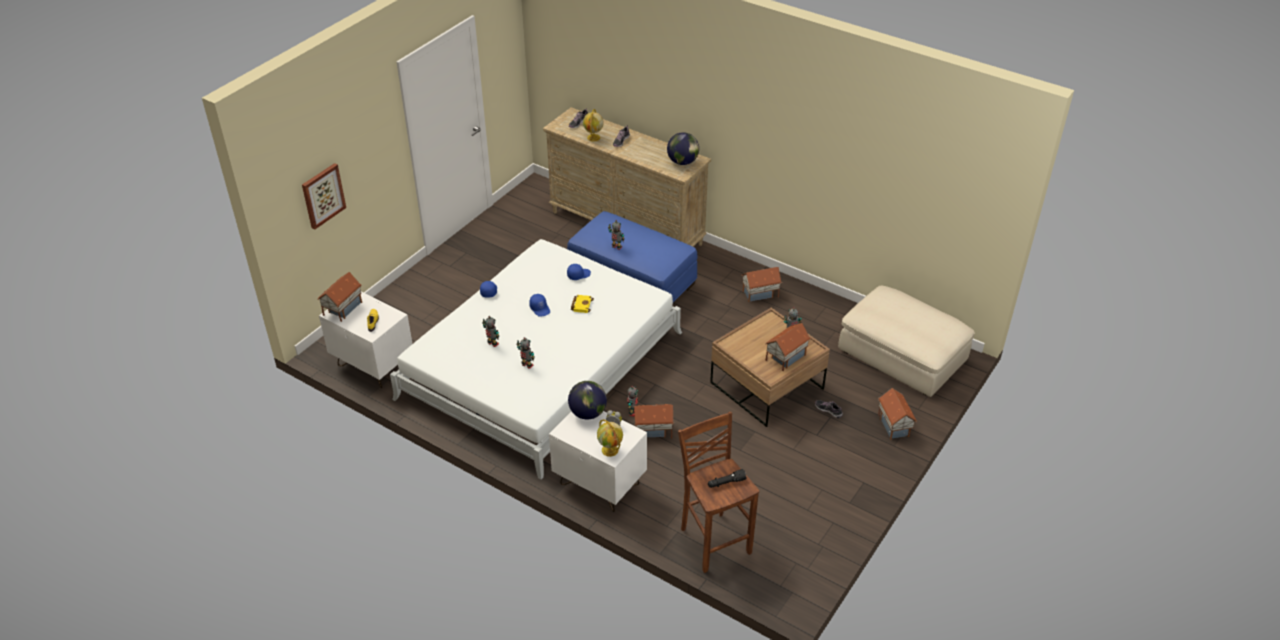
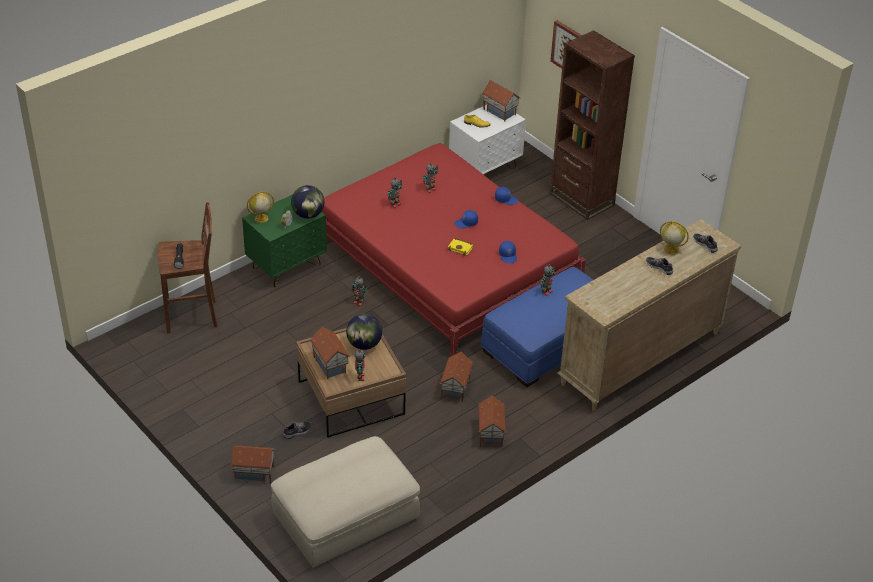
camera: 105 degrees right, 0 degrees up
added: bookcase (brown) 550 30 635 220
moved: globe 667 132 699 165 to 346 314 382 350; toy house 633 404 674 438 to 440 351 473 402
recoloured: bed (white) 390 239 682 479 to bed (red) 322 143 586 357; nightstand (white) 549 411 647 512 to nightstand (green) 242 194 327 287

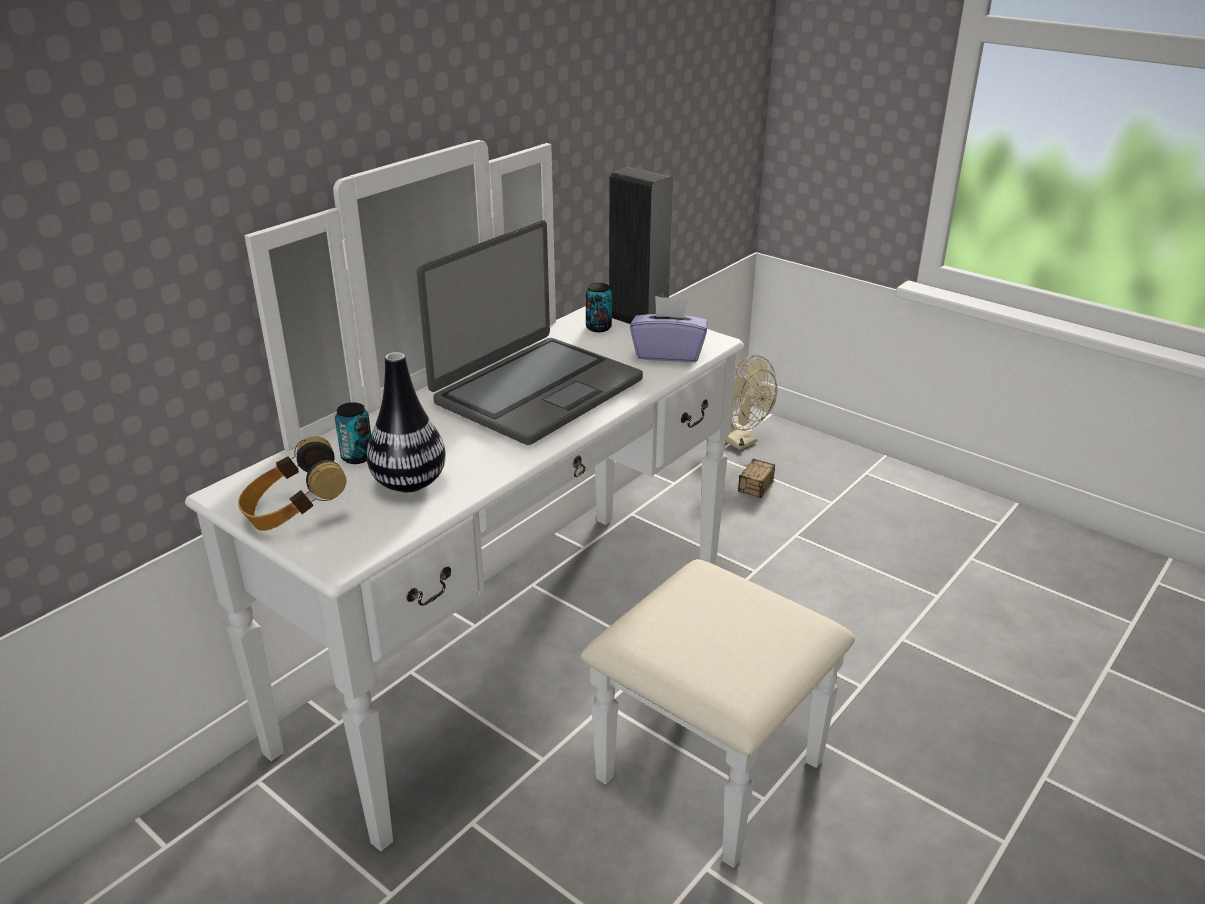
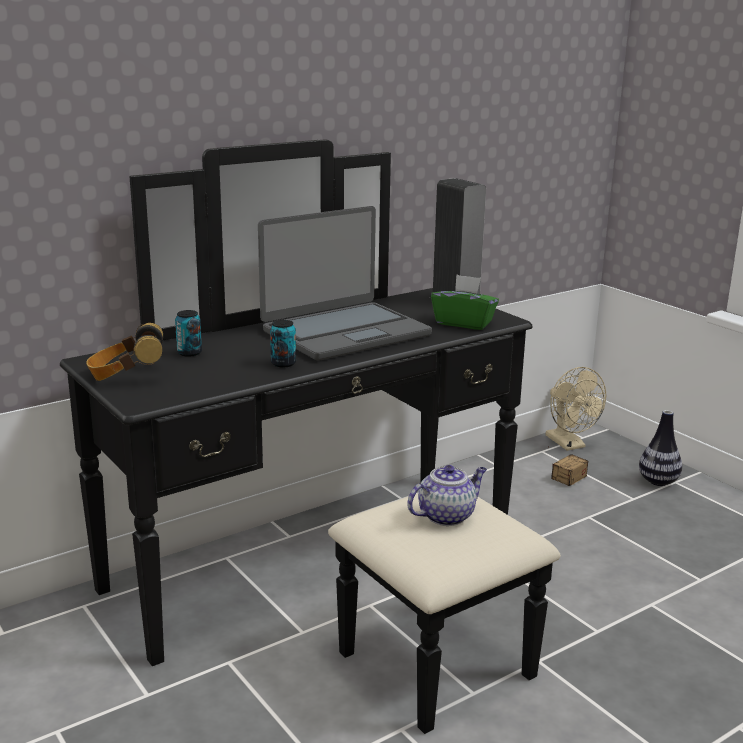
camera: 15 degrees right, 10 degrees down
added: teapot 407 465 487 526
moved: can 586 283 612 332 to 270 320 296 367; vase 367 352 446 492 to 639 410 682 486
recoloured: dresser (white) 185 140 855 868 to dresser (black) 60 139 561 734; tissue box (purple) 630 296 707 362 to tissue box (green) 431 274 499 330

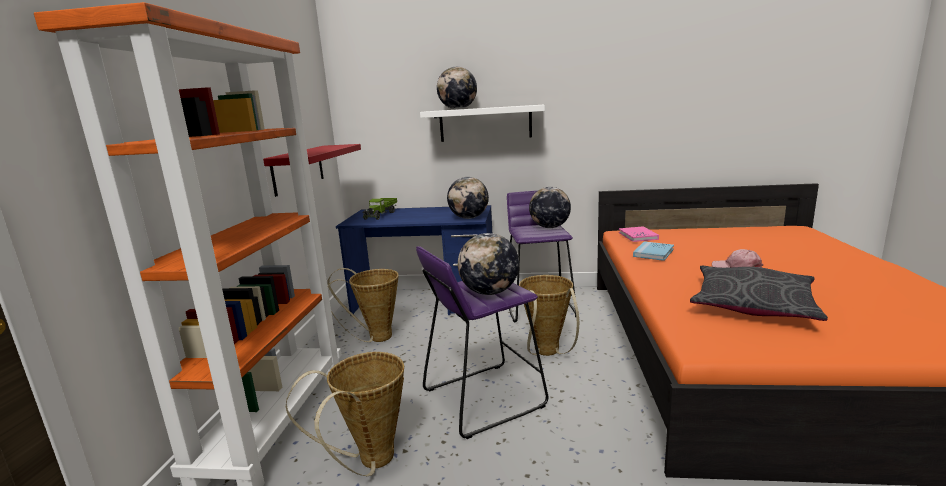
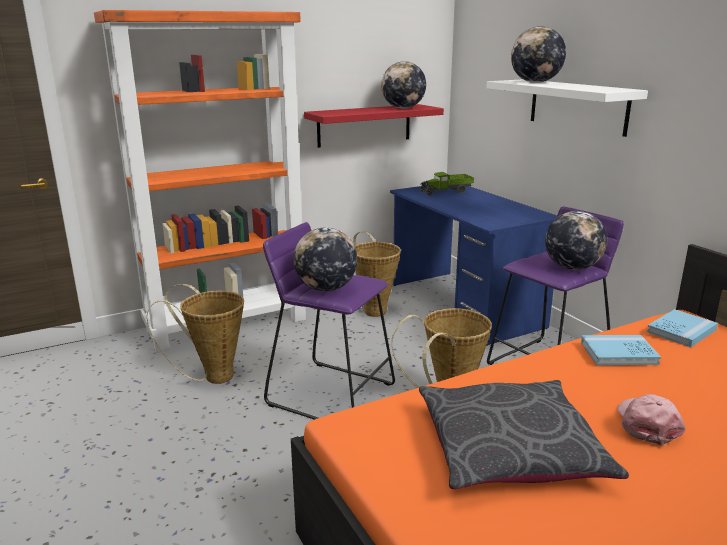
camera: 55 degrees right, 5 degrees up
moved: globe 447 177 489 219 to 381 61 426 109
recoloured: book (pink) 619 226 659 242 to book (blue) 647 309 718 347

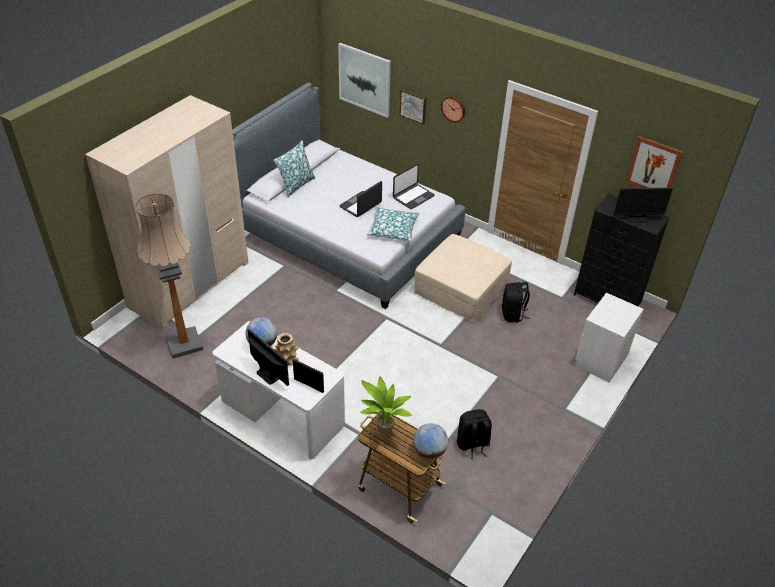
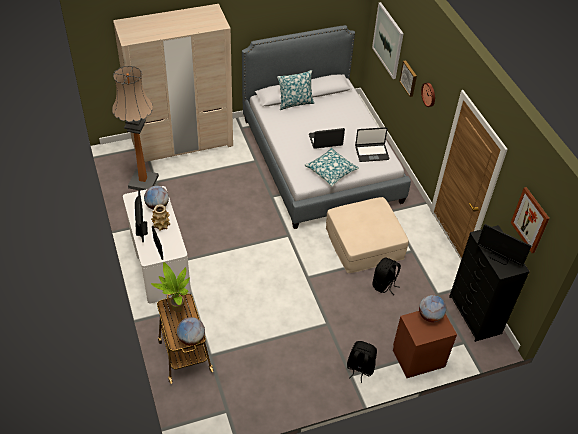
camera: 35 degrees right, 5 degrees up
added: globe 419 295 446 322
moved: backpack (black) 457 409 492 460 to 347 341 377 383
recoloured: nightstand (white) 575 293 643 383 to nightstand (brown) 393 311 457 378

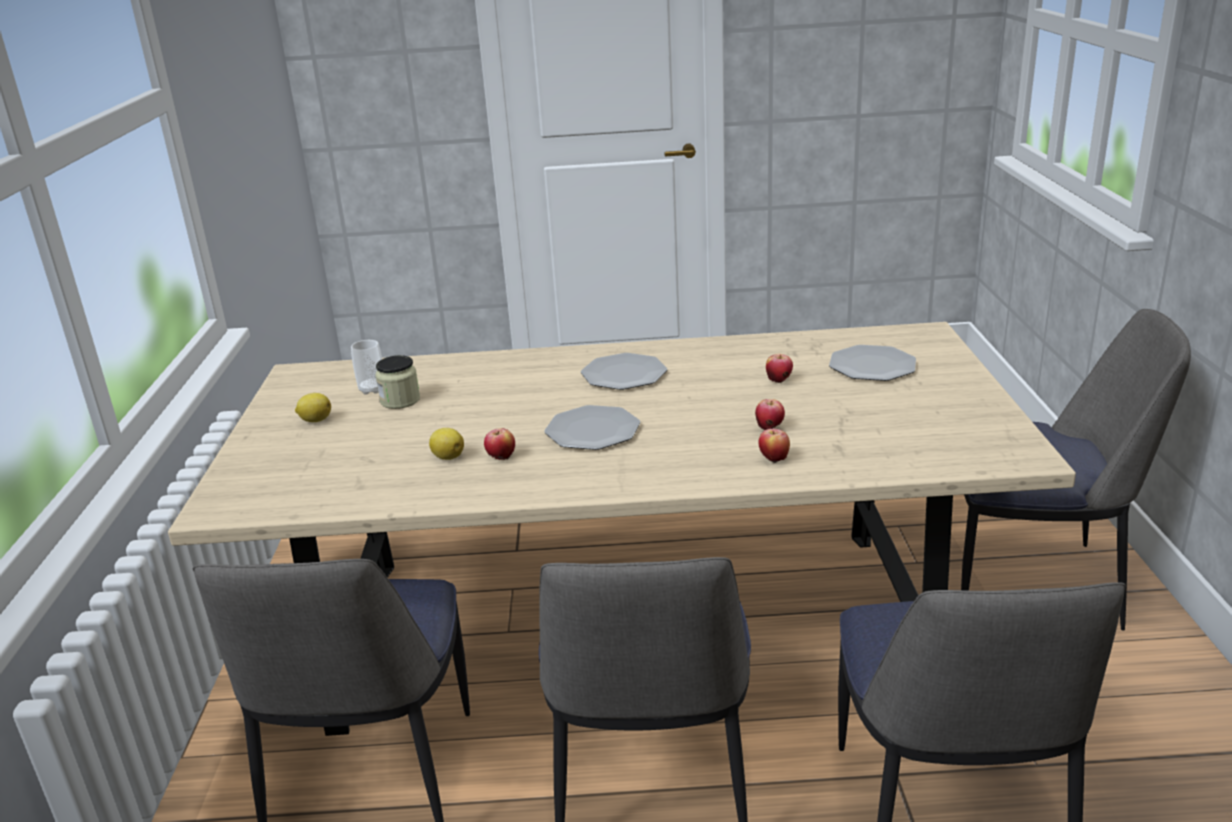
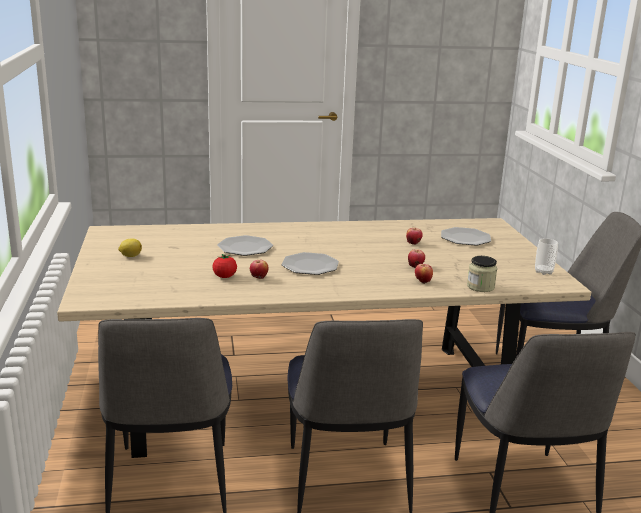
camera: 10 degrees left, 5 degrees down
moved: cup 351 340 382 395 to 535 238 558 275; plate 581 353 667 390 to 217 235 273 256; jar 375 355 420 409 to 467 256 497 292
replaced: lemon 429 428 464 460 to tomato 212 254 237 278

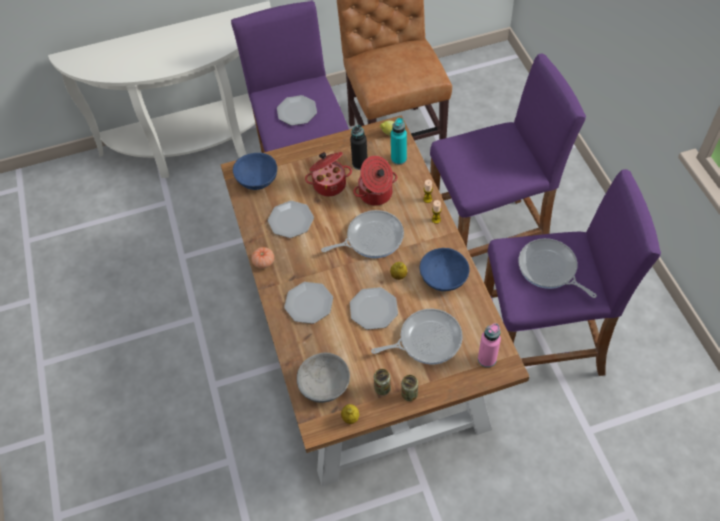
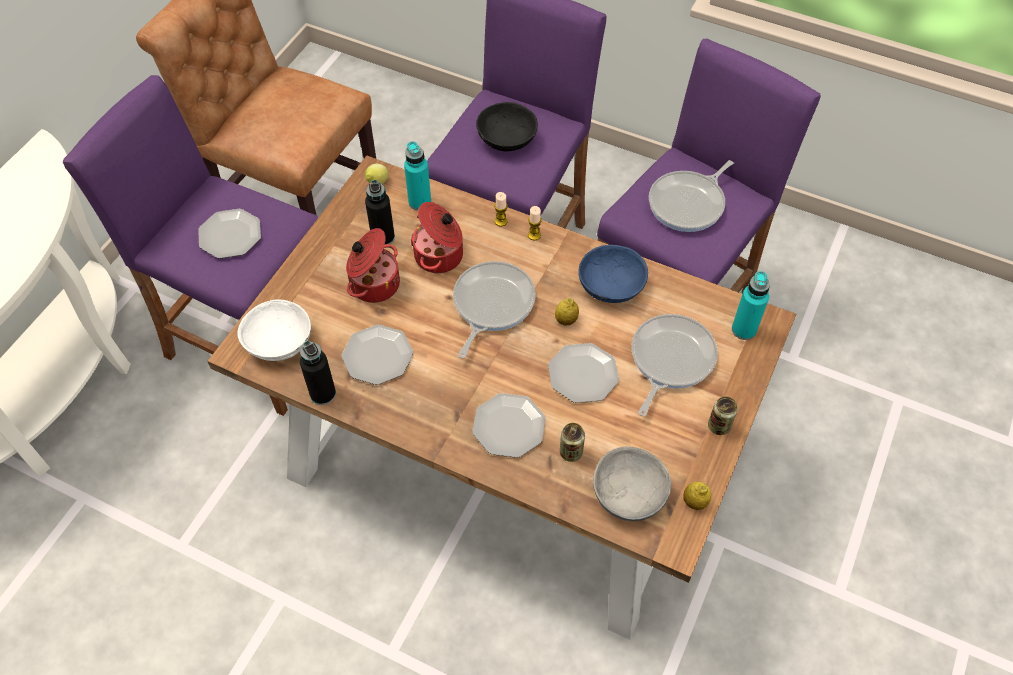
camera: 50 degrees left, 0 degrees up
removed: tomato 251 247 274 269
added: bowl (black) 476 102 538 151; bottle (black) 300 341 336 405
moved: can 374 369 391 395 to 560 423 585 462
recoloured: bowl (blue) 233 153 277 190 to bowl (white) 237 299 311 361; bottle (pink) 478 323 501 368 to bottle (turquoise) 732 271 770 340
turned: frying pan 518 238 597 298 = 649 160 734 232 45 degrees counterclockwise

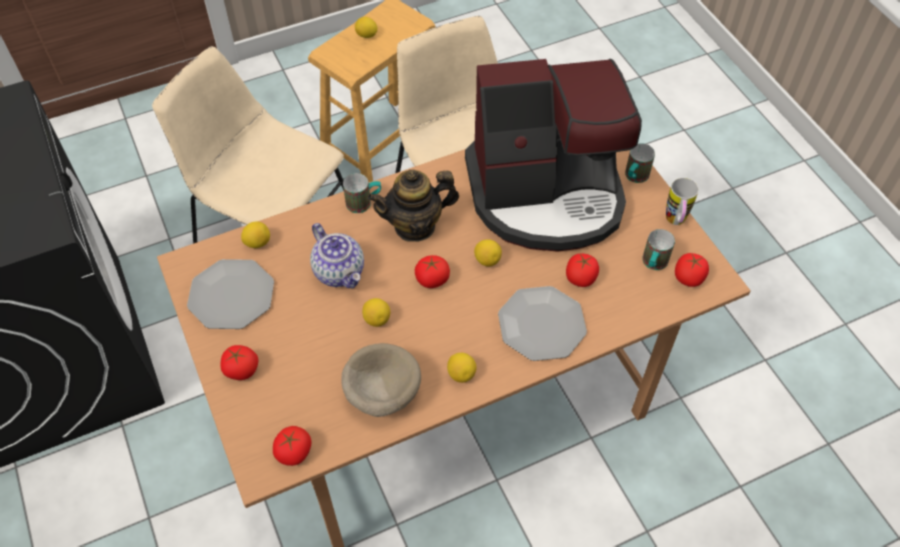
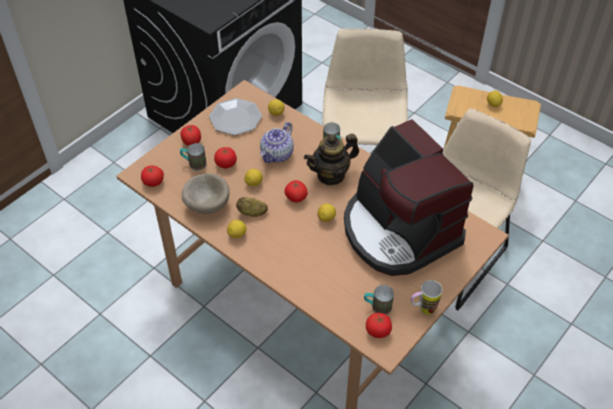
camera: 65 degrees right, 5 degrees down
removed: plate 498 286 587 361
added: potato 236 197 268 217
moved: mug 625 143 655 183 to 180 143 207 171; tomato 566 253 599 287 to 214 147 237 168
turned: teapot 367 169 459 242 = 304 134 359 185 75 degrees counterclockwise

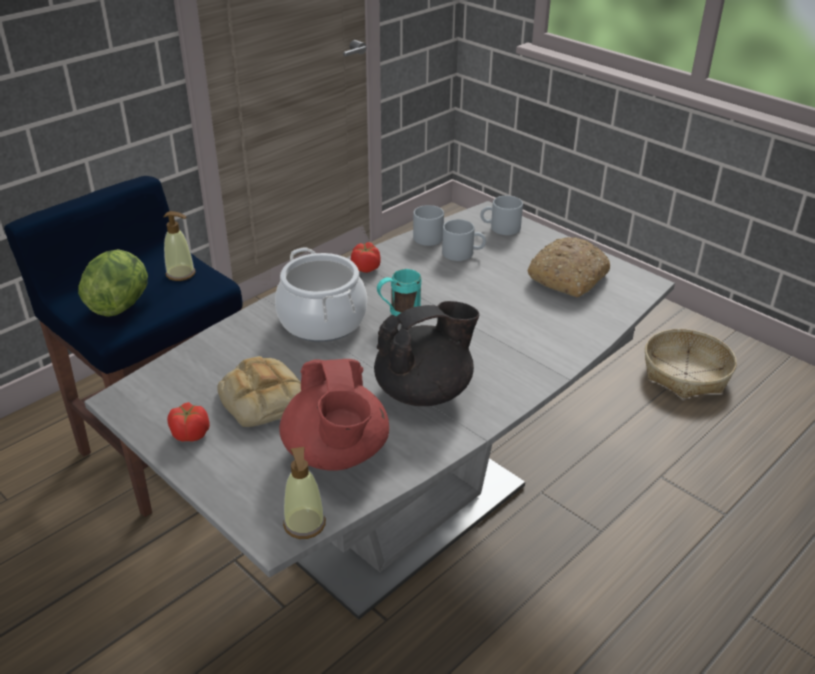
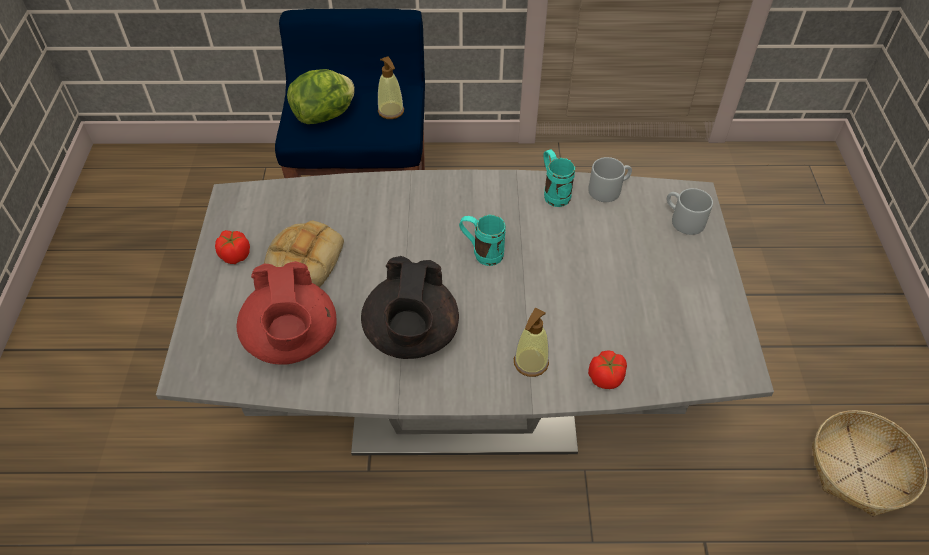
camera: 45 degrees right, 15 degrees up
removed: mug (grey) 442 219 486 261; bread 527 237 610 297; cooking pot 275 247 367 342
added: mug (turquoise) 543 149 575 207
moved: tomato 351 242 381 273 to 588 350 627 389; soap dispenser 283 447 326 539 to 514 308 549 377
turned: teapot (black) 374 301 479 406 = 361 256 459 359 75 degrees clockwise; teapot (red) 279 359 389 471 = 236 261 337 365 45 degrees counterclockwise

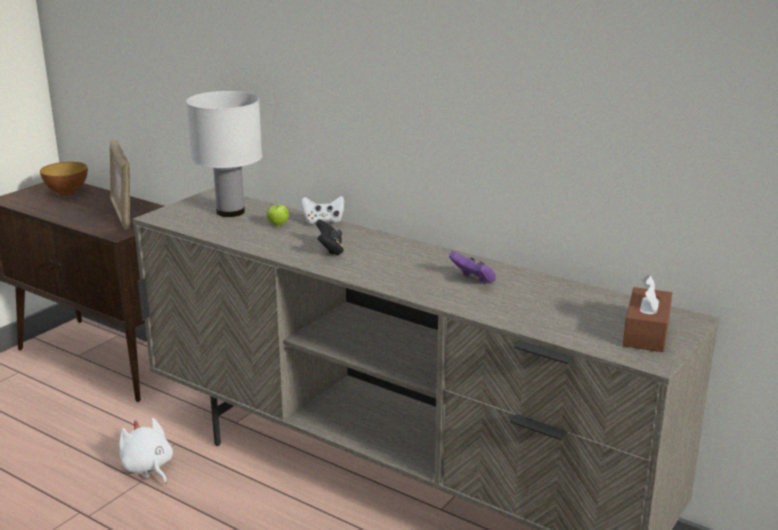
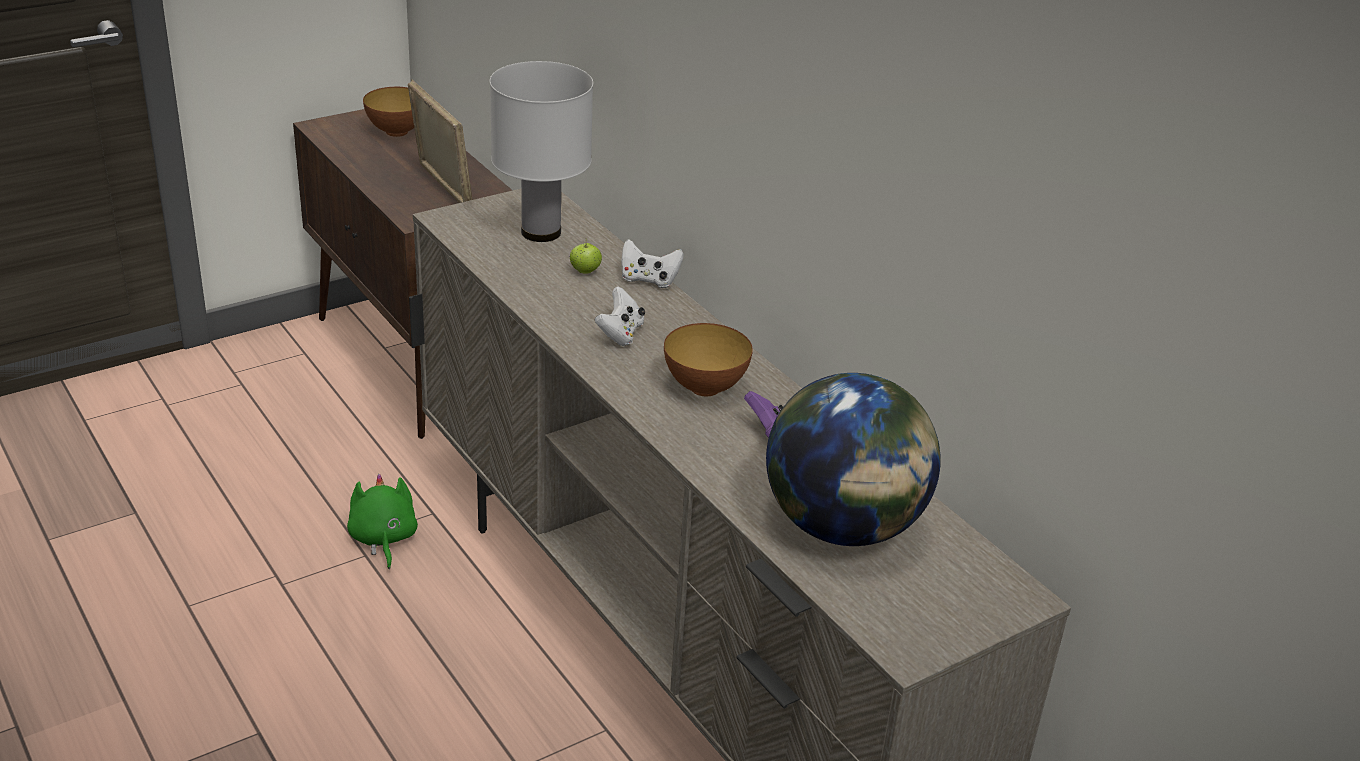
camera: 20 degrees right, 10 degrees up
removed: tissue box (brown) 623 274 672 352
added: bowl 664 323 753 396; globe 766 373 940 546
recoloured: game controller (black) 316 219 344 255 to game controller (white) 595 286 645 346; plush toy (white) 119 418 173 484 to plush toy (green) 347 474 418 569
turned: picture frame 110 139 130 230 = 408 80 473 203 150 degrees clockwise

